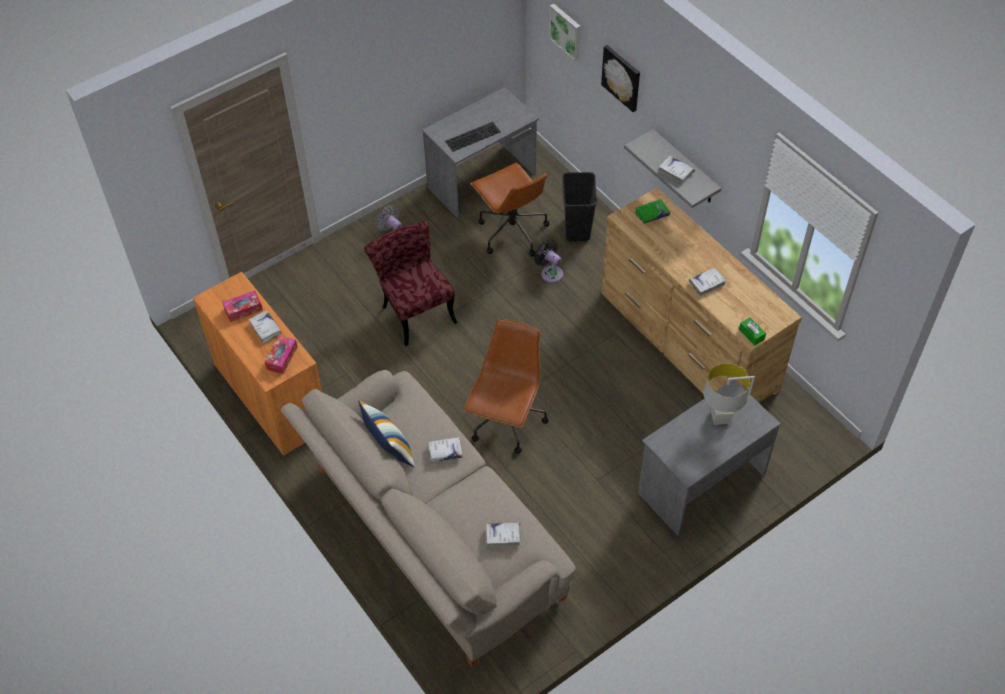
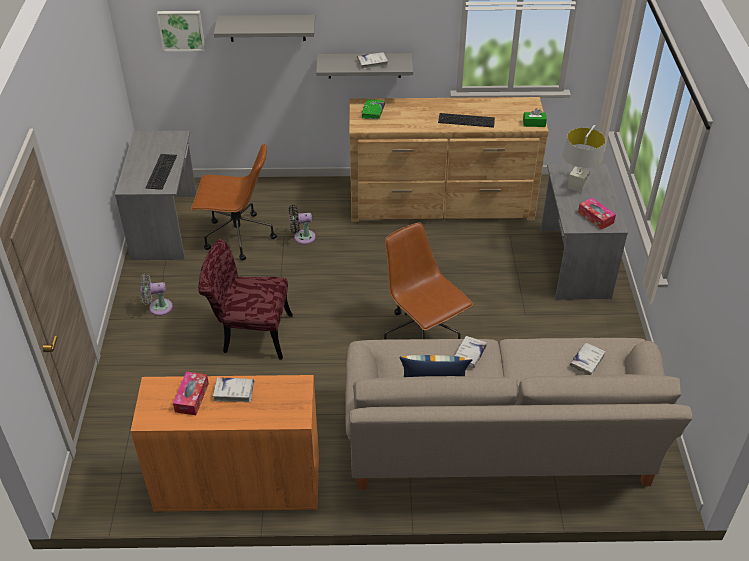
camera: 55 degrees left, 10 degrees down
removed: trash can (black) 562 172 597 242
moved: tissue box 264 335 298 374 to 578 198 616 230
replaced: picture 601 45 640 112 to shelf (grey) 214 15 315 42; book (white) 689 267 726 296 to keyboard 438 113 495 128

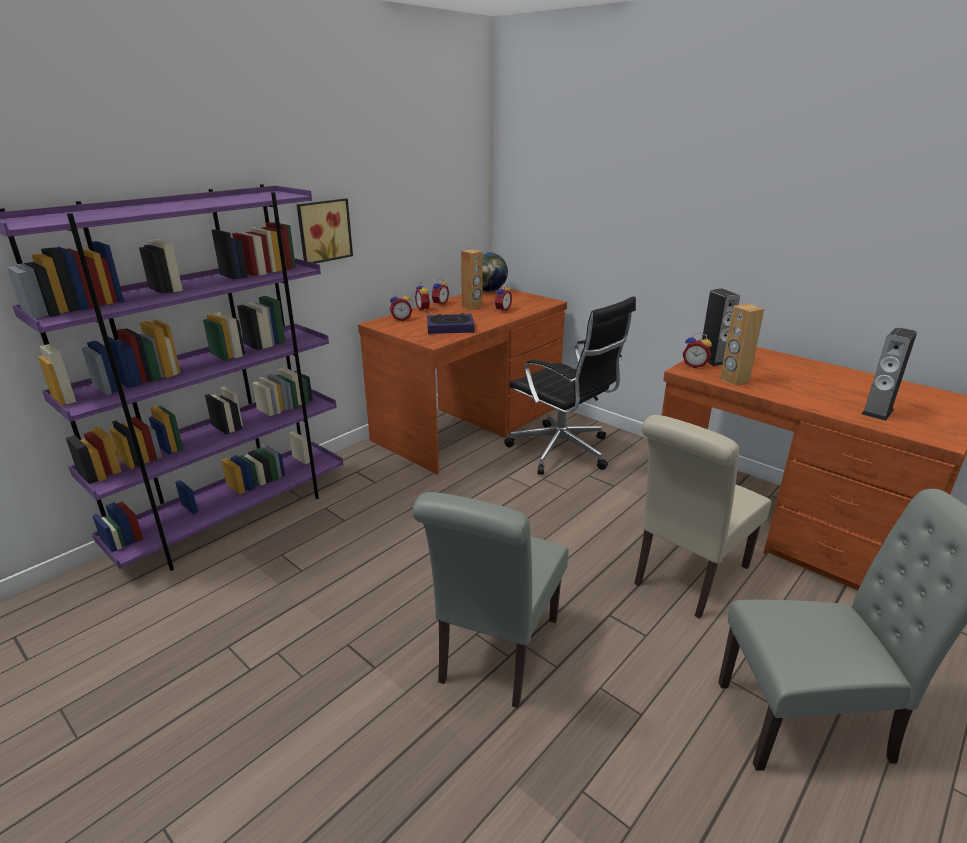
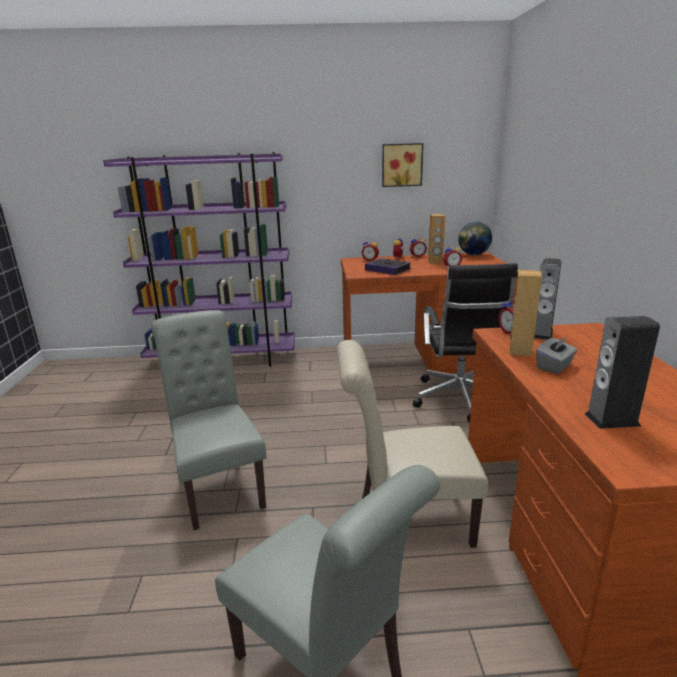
camera: 45 degrees right, 5 degrees down
added: tissue box (grey) 536 337 577 374
moved: picture 297 198 353 264 to 382 143 423 187
turned: chair (grey) 412 492 569 708 = 151 310 266 530 90 degrees clockwise

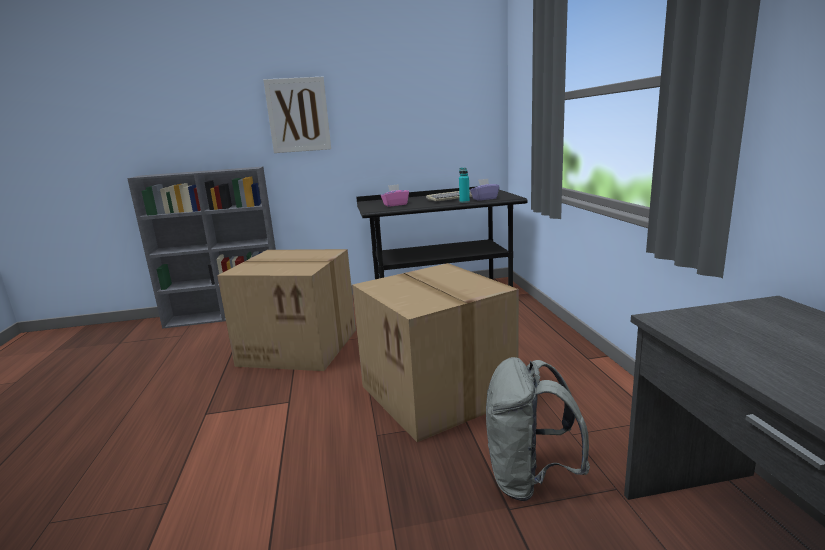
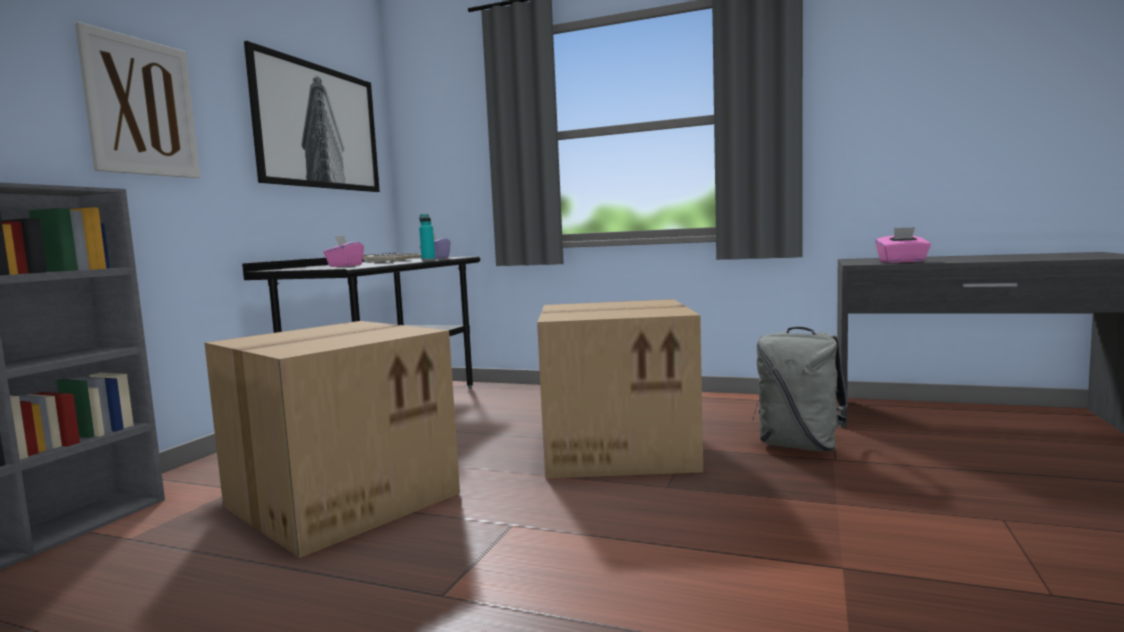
camera: 60 degrees left, 10 degrees down
added: picture 244 41 380 192; tissue box (pink) 875 227 931 263

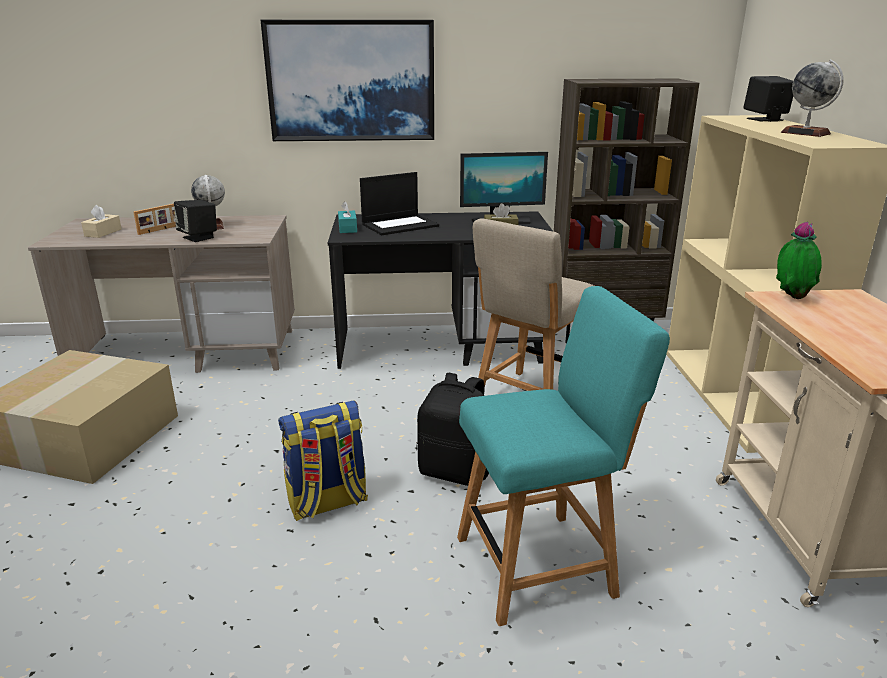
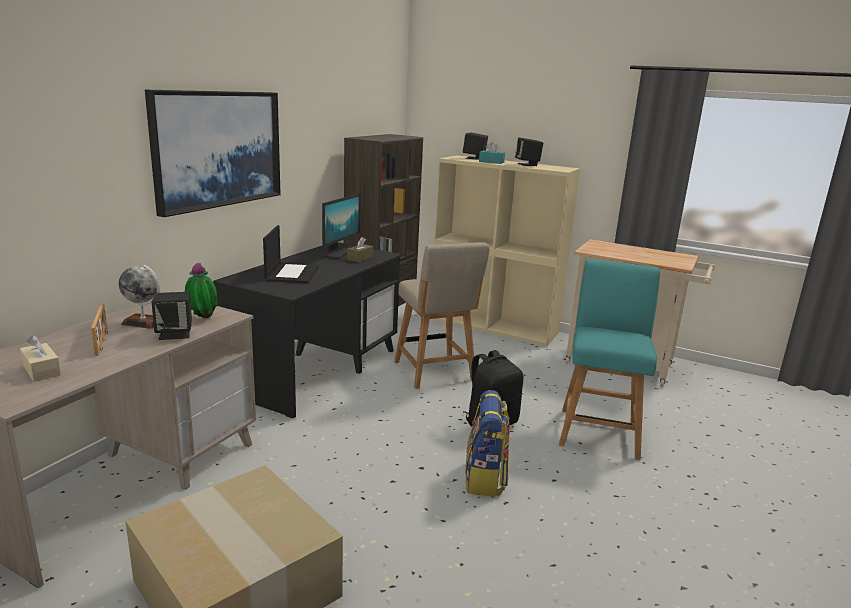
camera: 60 degrees left, 5 degrees down
moved: tissue box (turquoise) 338 201 357 233 to 479 142 505 164; potted plant 776 222 822 299 to 185 263 218 318
replaced: globe 781 59 844 137 to speaker (black) 515 138 543 166

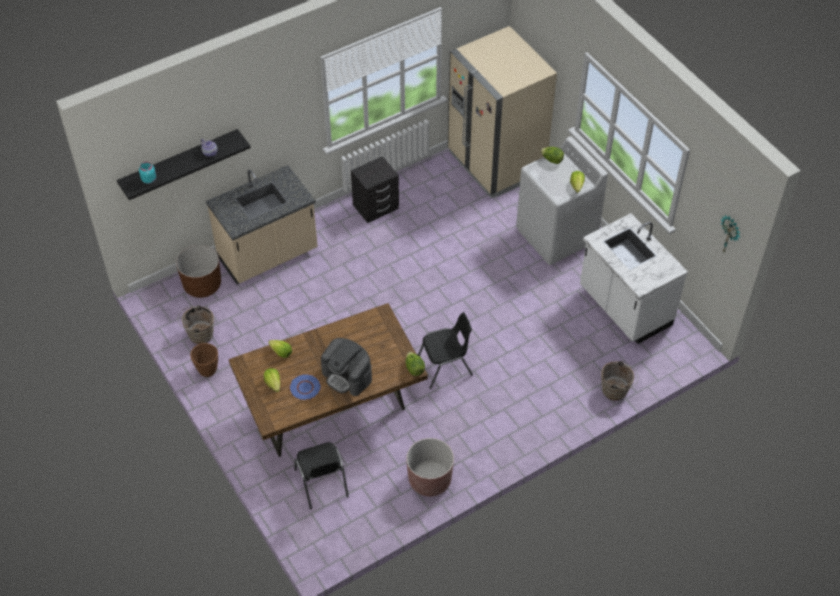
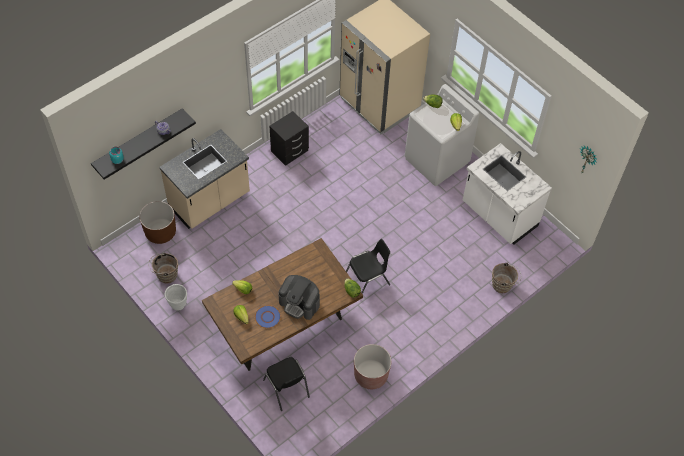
camera: 10 degrees left, 5 degrees up
recoloured: planter (brown) 190 343 218 377 to planter (white) 165 284 187 311

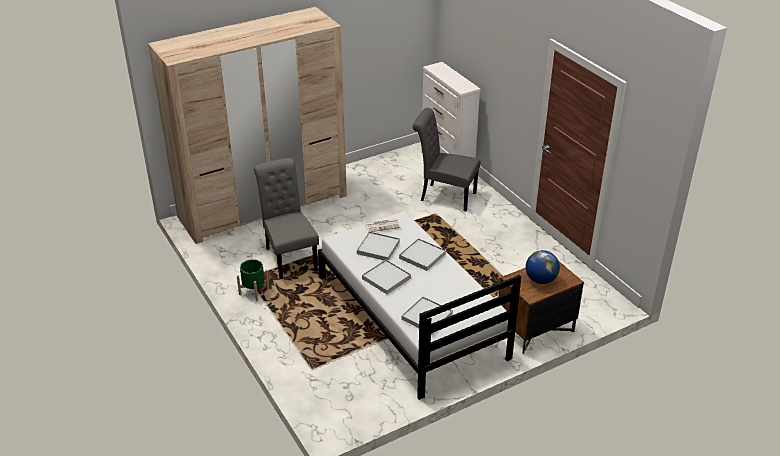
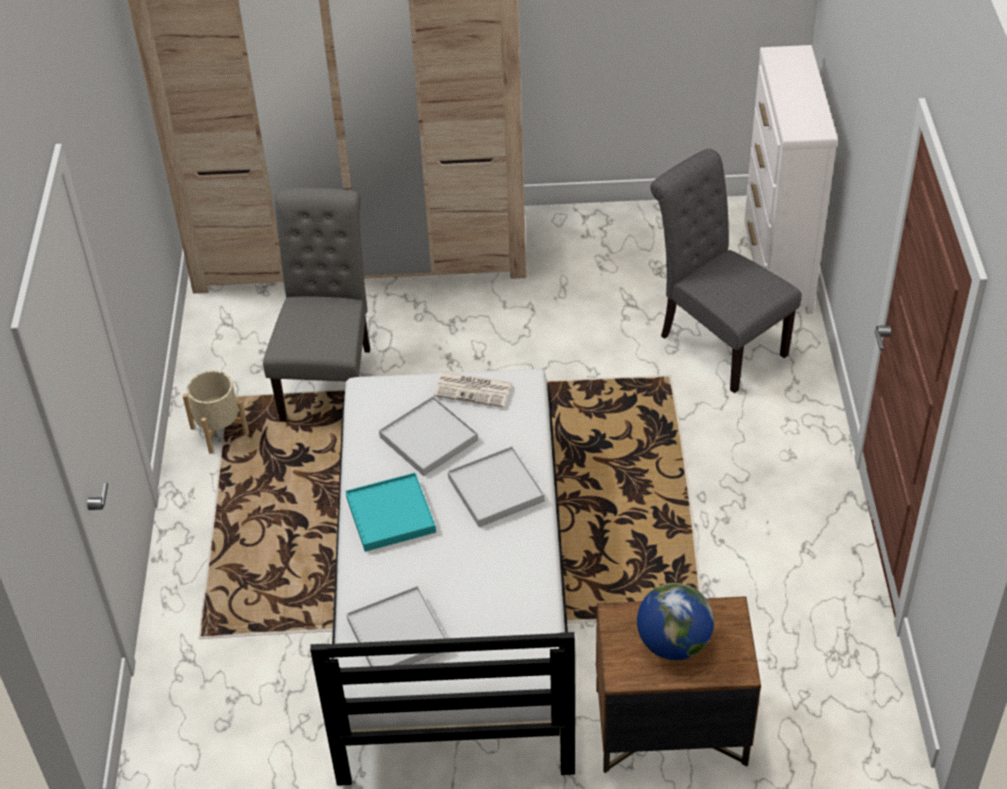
camera: 30 degrees right, 10 degrees up
recoloured: planter (green) 237 259 269 301 to planter (beige) 182 371 249 454; tray (white) 362 259 411 294 to tray (turquoise) 345 473 436 552

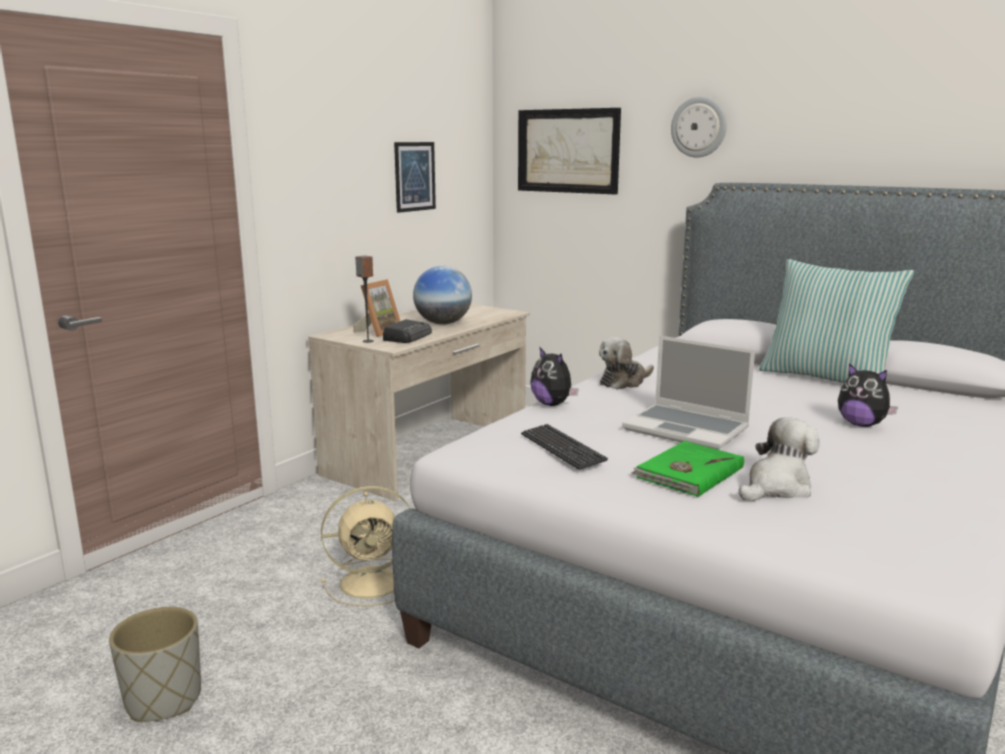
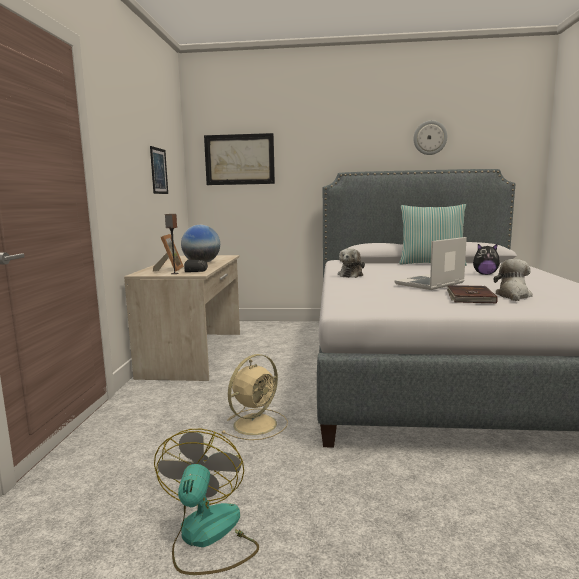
camera: 30 degrees left, 5 degrees down
removed: plush toy 530 346 578 406; keyboard 521 424 608 470
moved: wall clock 671 96 727 157 to 414 120 447 155
replaced: planter (grey) 109 607 201 722 to fan 154 429 259 575
recoloured: book (green) 631 441 744 497 to book (brown) 447 285 498 304
turned: laptop 622 336 755 450 = 395 237 467 290 135 degrees clockwise

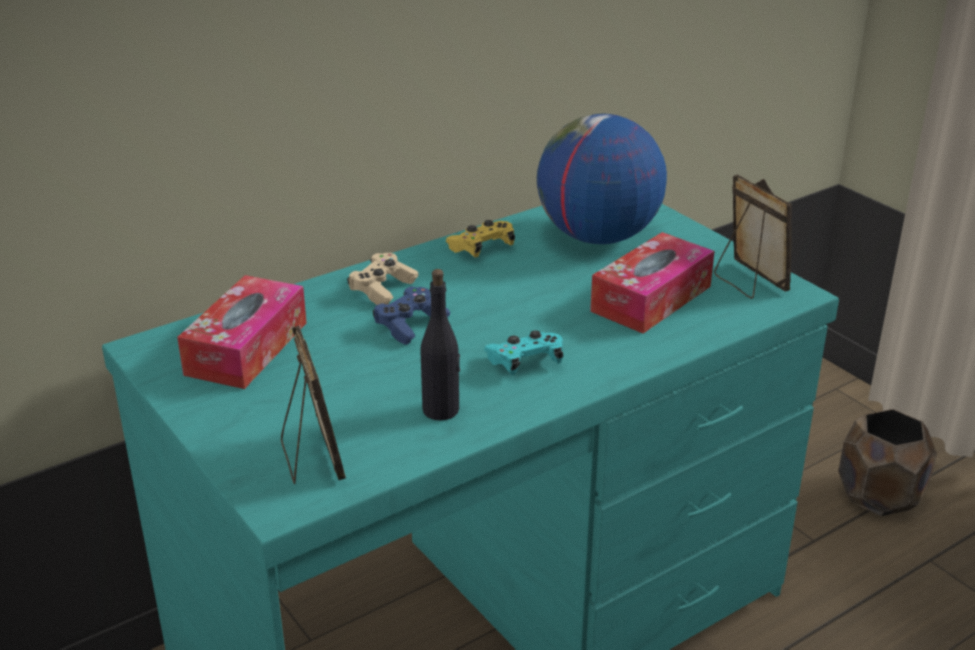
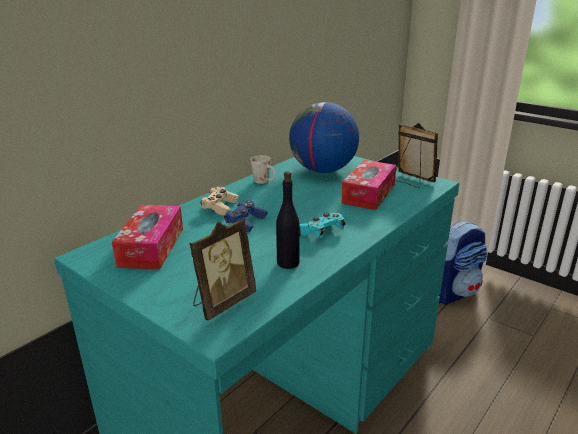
camera: 15 degrees left, 5 degrees down
replaced: game controller (yellow) 445 220 515 258 to mug (white) 251 155 276 184; planter (brown) 838 409 937 516 to backpack 438 222 488 305
turned: picture frame 281 326 346 484 = 190 219 256 321 75 degrees clockwise

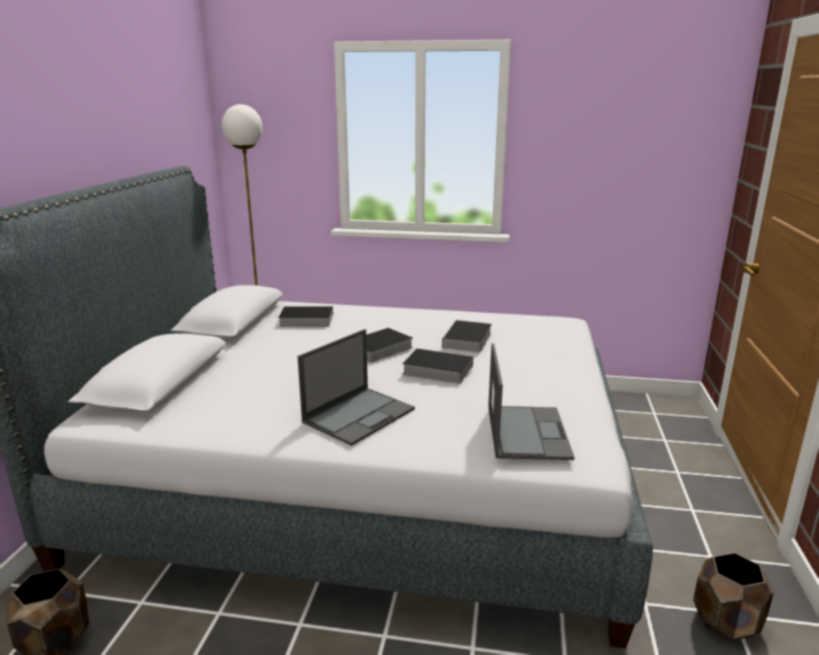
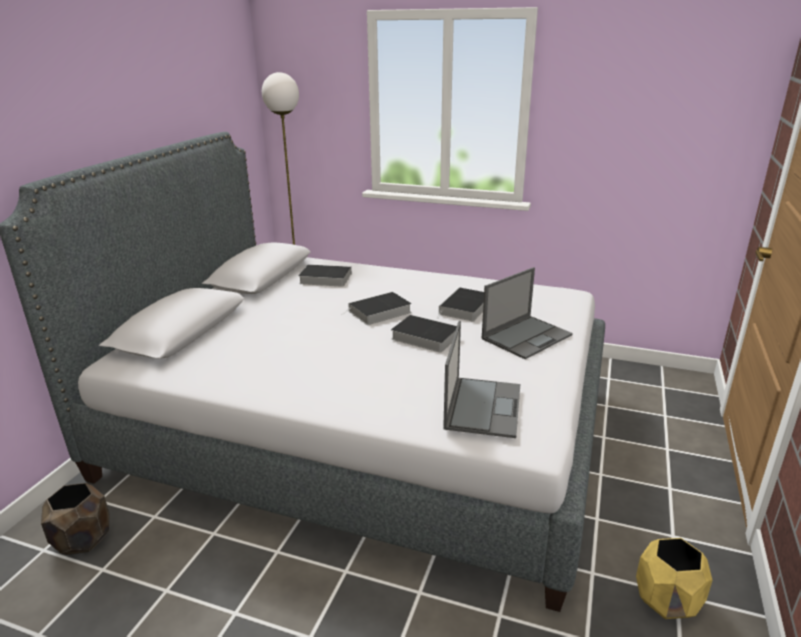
camera: 10 degrees right, 5 degrees up
moved: laptop 297 329 415 446 to 482 267 573 359
recoloured: planter (brown) 693 553 774 641 to planter (yellow) 636 538 713 619

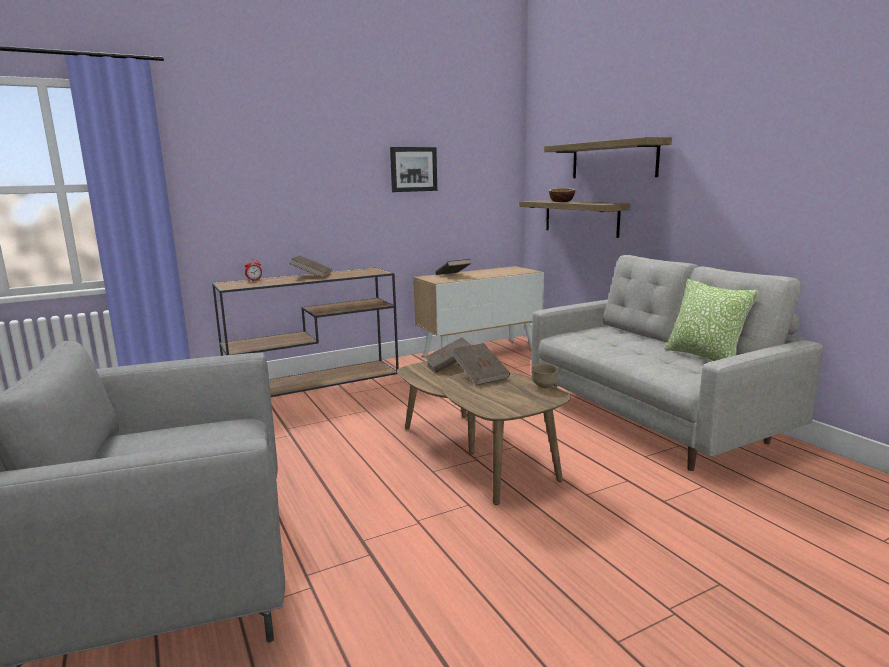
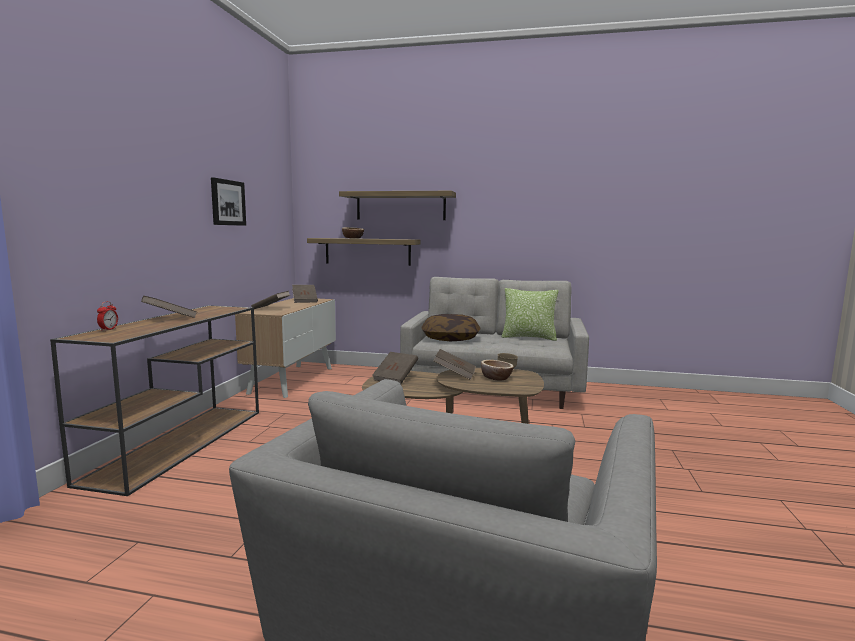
camera: 50 degrees left, 5 degrees down
added: book (brown) 292 285 318 303; pillow 422 314 480 341; bowl 481 360 514 381

